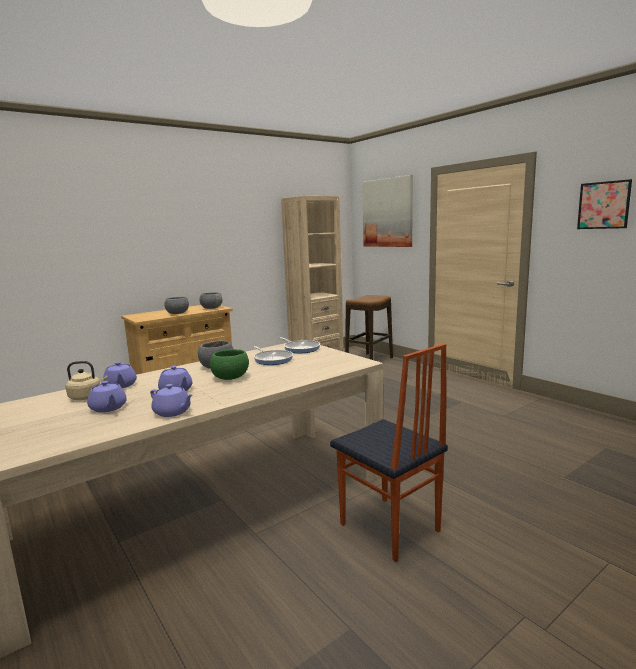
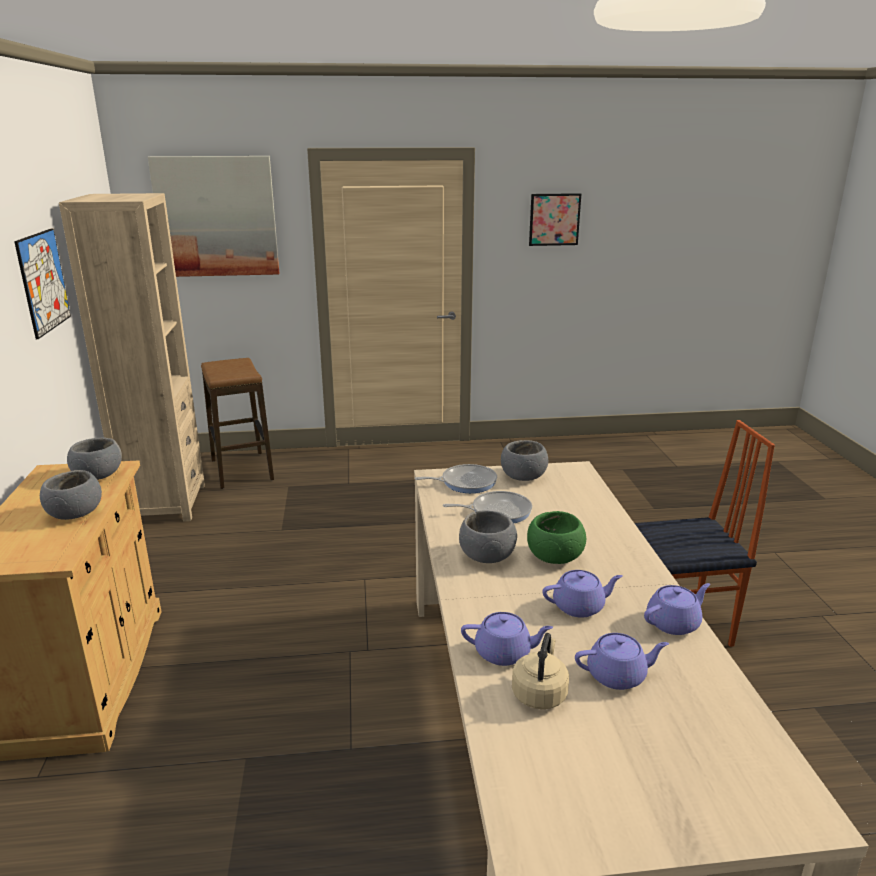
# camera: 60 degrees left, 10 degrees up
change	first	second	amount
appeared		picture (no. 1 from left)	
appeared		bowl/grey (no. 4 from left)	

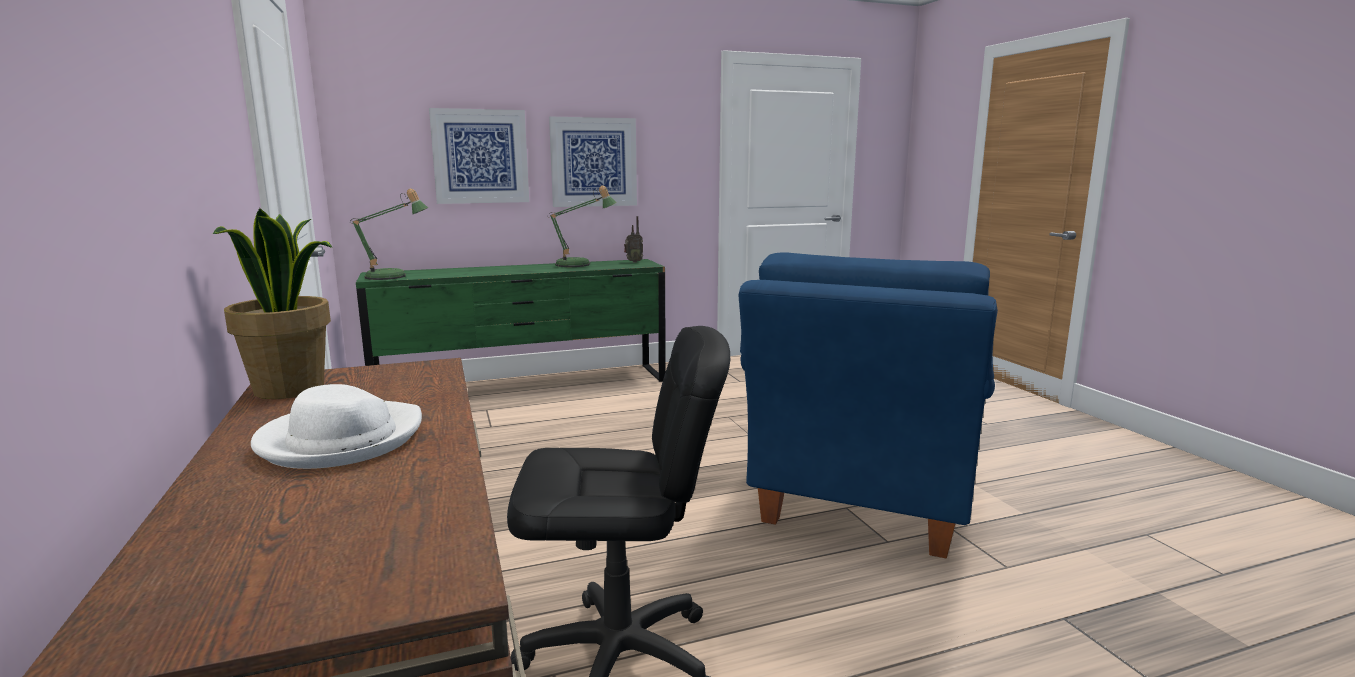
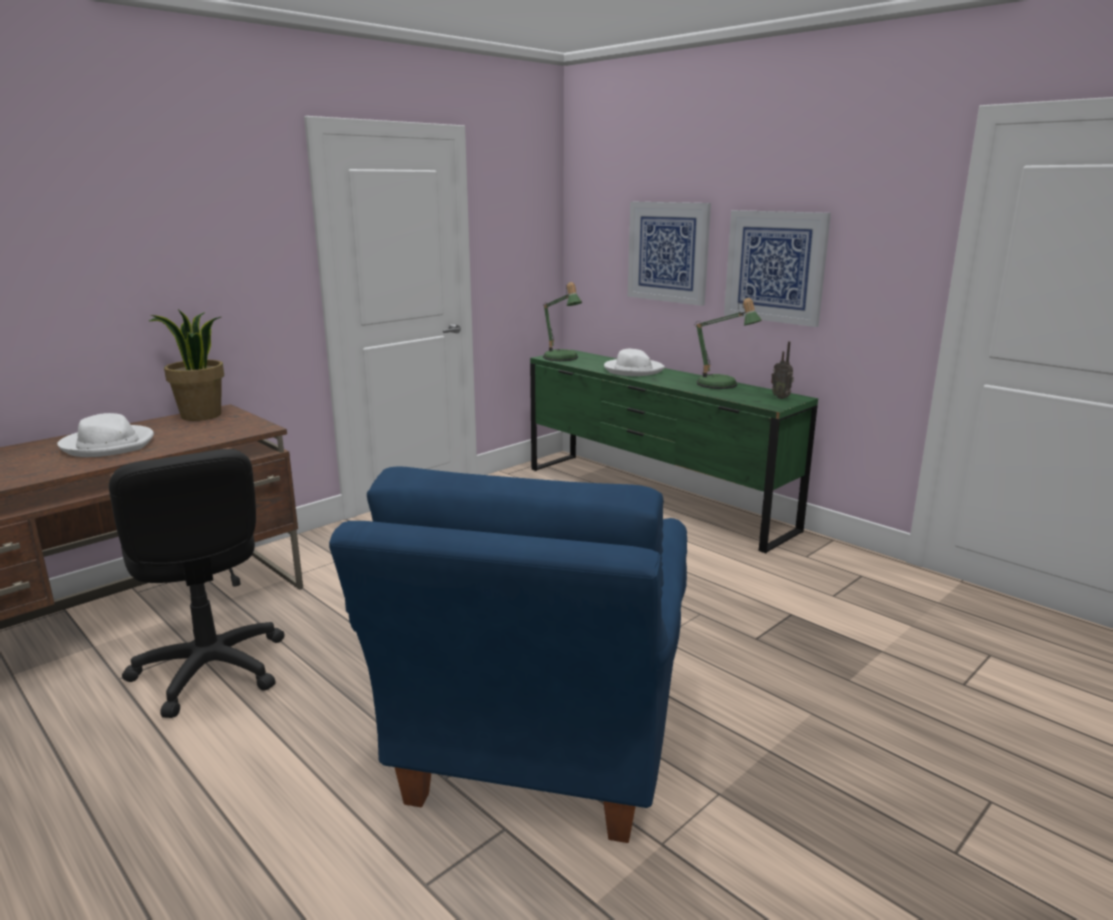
# camera: 65 degrees right, 5 degrees up
change	first	second	amount
spun	armchair/blue		75 degrees counterclockwise
appeared		hat/white (no. 2 from left)	

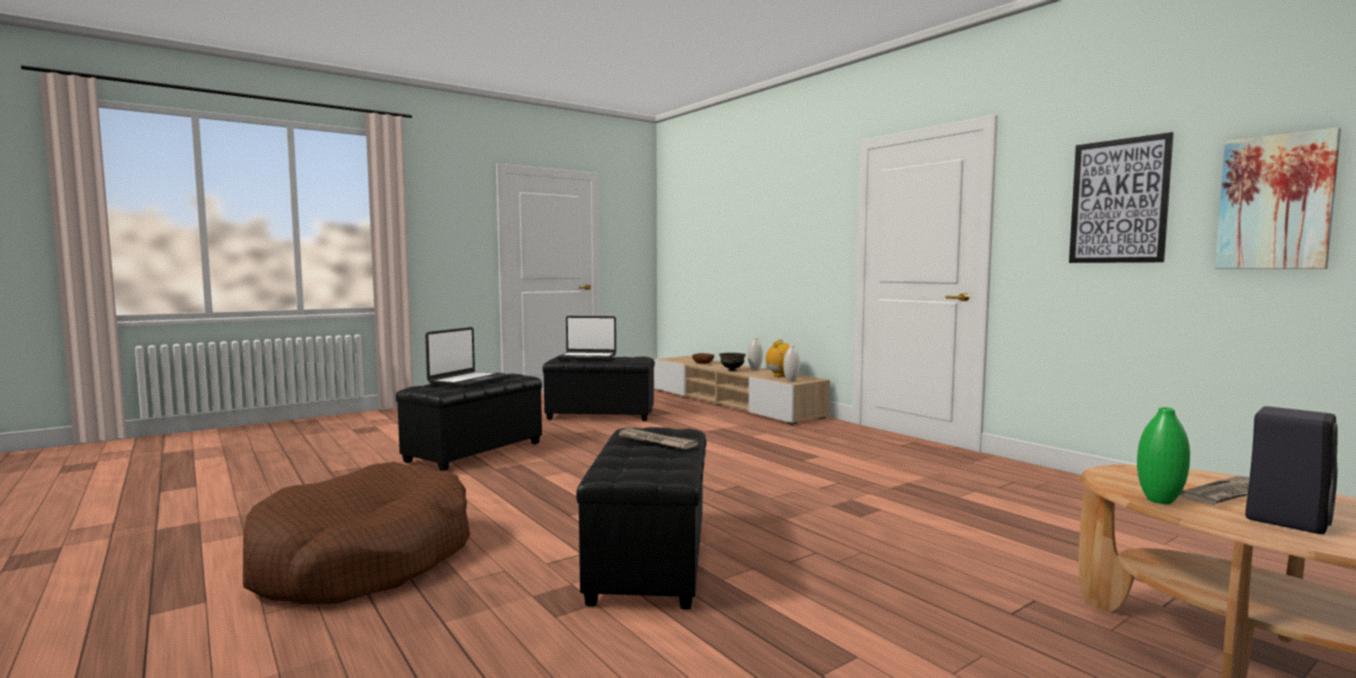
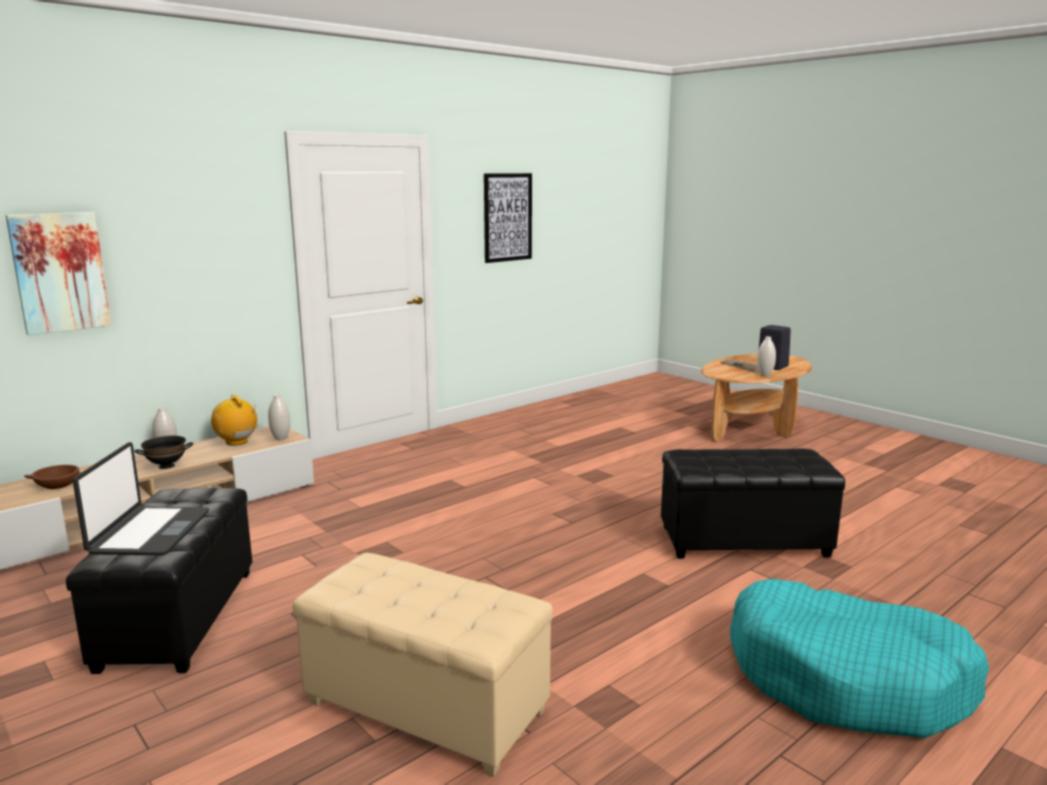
# camera: 95 degrees left, 10 degrees up
change	first	second	amount
relocated	picture (no. 2 from left in the first image)	picture (no. 1 from left)	
colour	ottoman/black (no. 1 from left)	ottoman/beige	
colour	dog bed/brown	dog bed/turquoise	
colour	vase/green	vase/white (no. 3 from left)	
missing	laptop (no. 1 from left)		
missing	newspaper (no. 1 from left)		

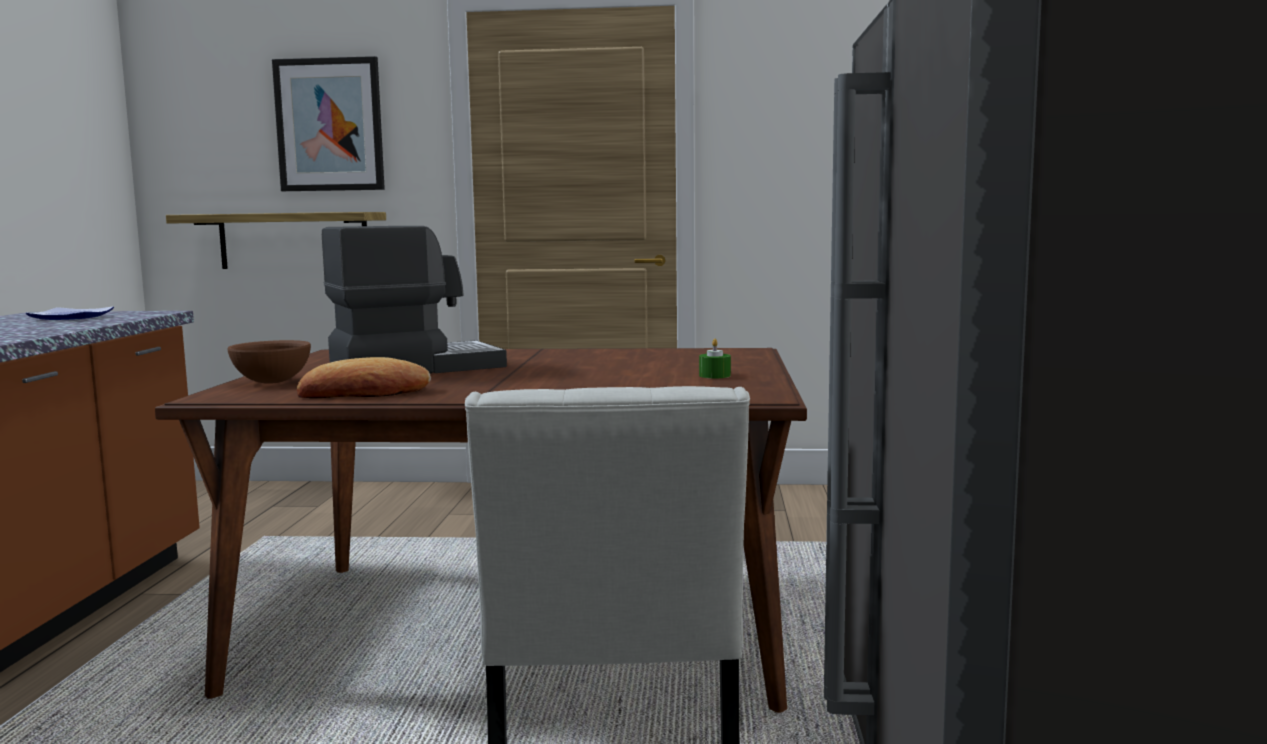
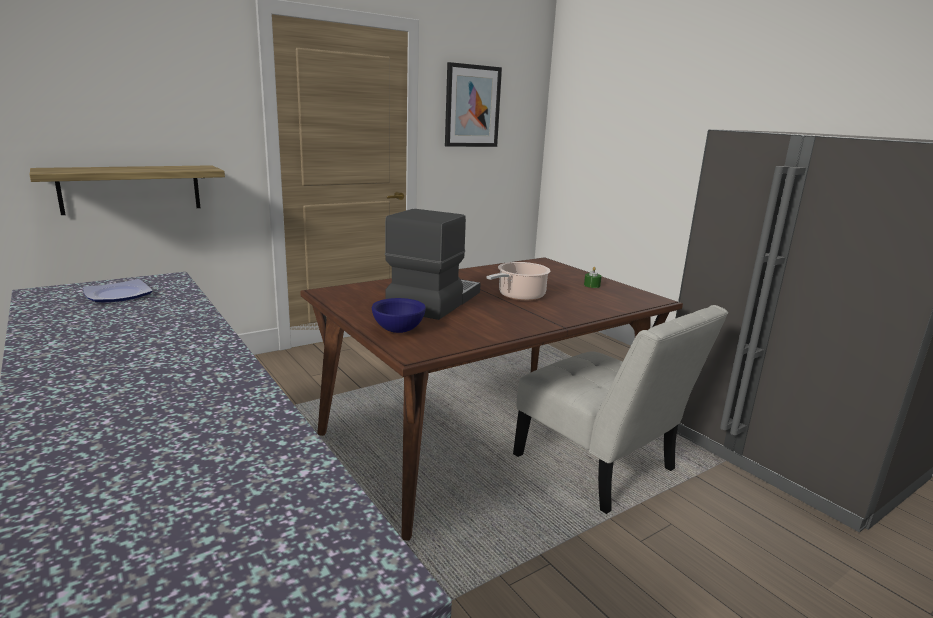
# camera: 40 degrees left, 10 degrees up
change	first	second	amount
colour	bowl/brown	bowl/blue	
relocated	picture		
appeared		cooking pot	
missing	bread		

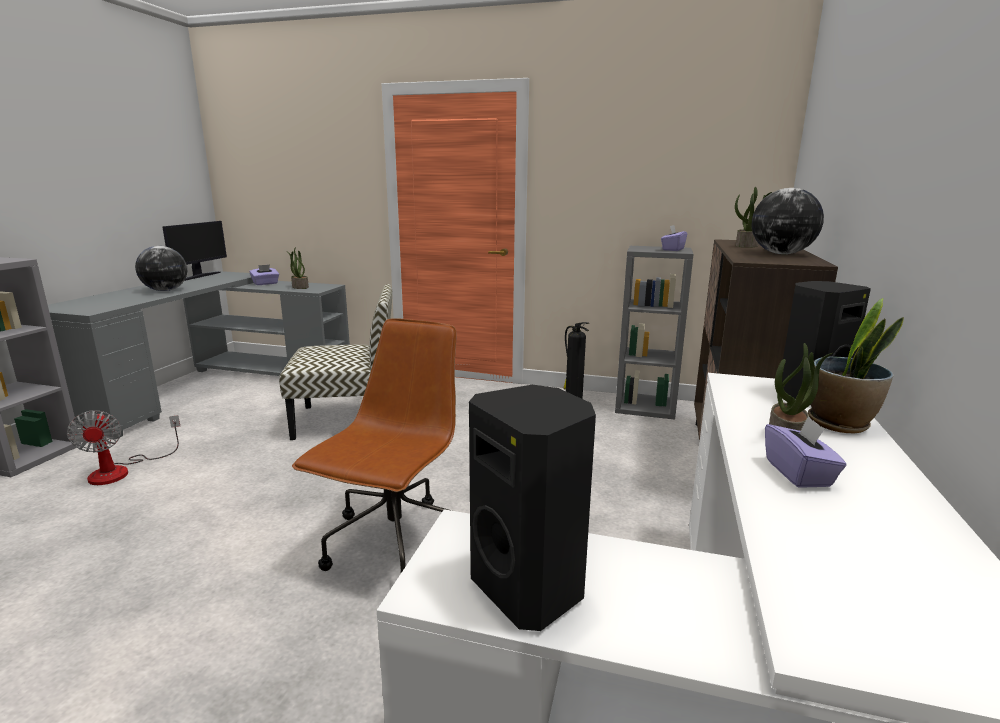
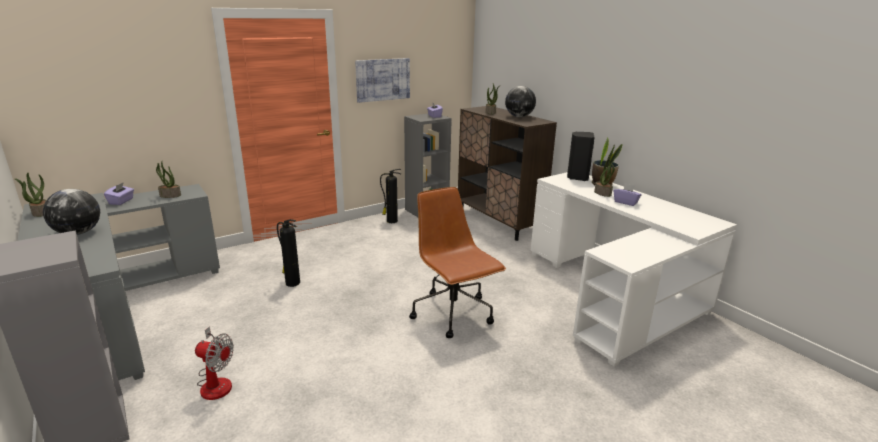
# camera: 50 degrees left, 5 degrees up
change	first	second	amount
exchanged	monitor	potted plant (no. 1 from left)	
exchanged	chair	fire extinguisher (no. 1 from left)	
appeared		picture	
missing	speaker/black (no. 1 from left)		

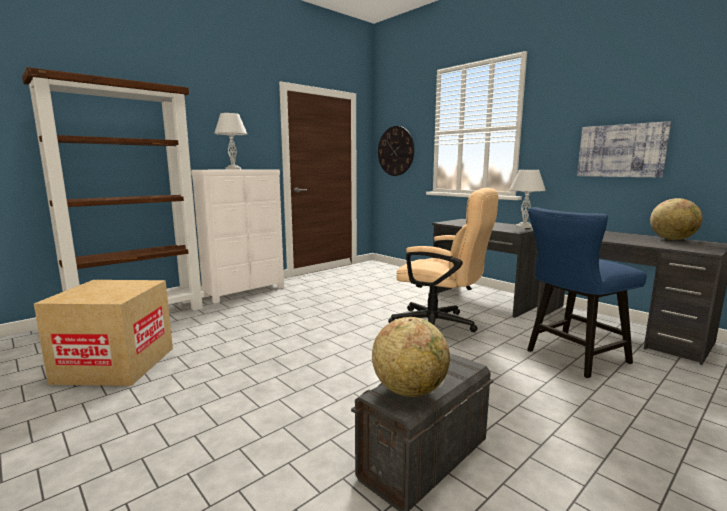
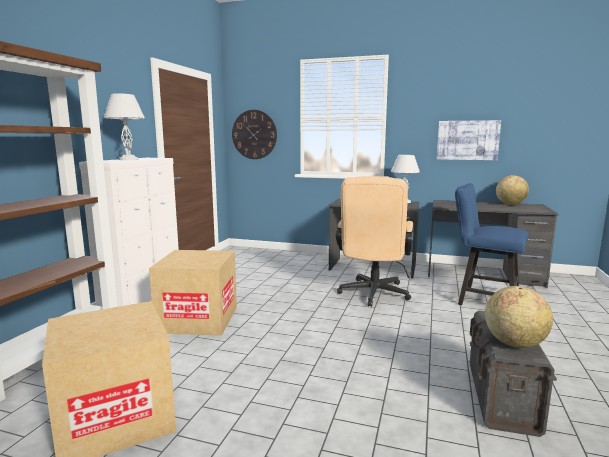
# camera: 30 degrees left, 0 degrees up
change	first	second	amount
appeared		cardboard box (no. 2 from left)	
spun	office chair/beige		105 degrees clockwise
spun	chair/blue		90 degrees clockwise

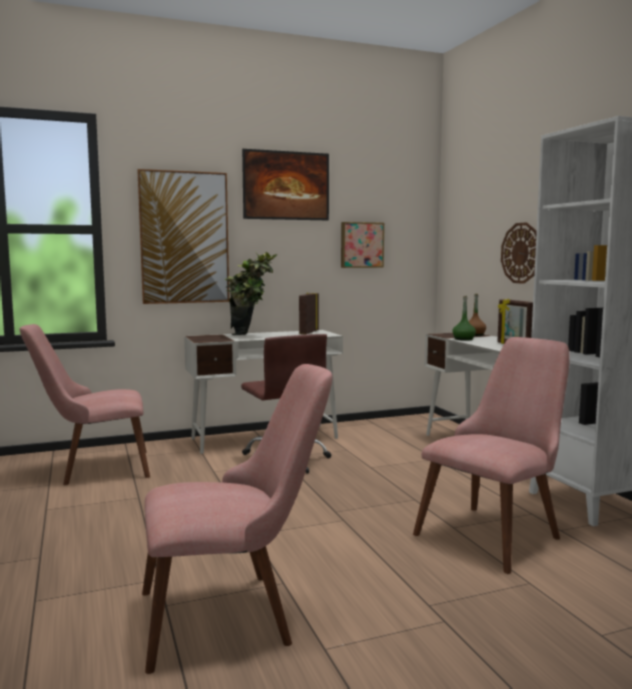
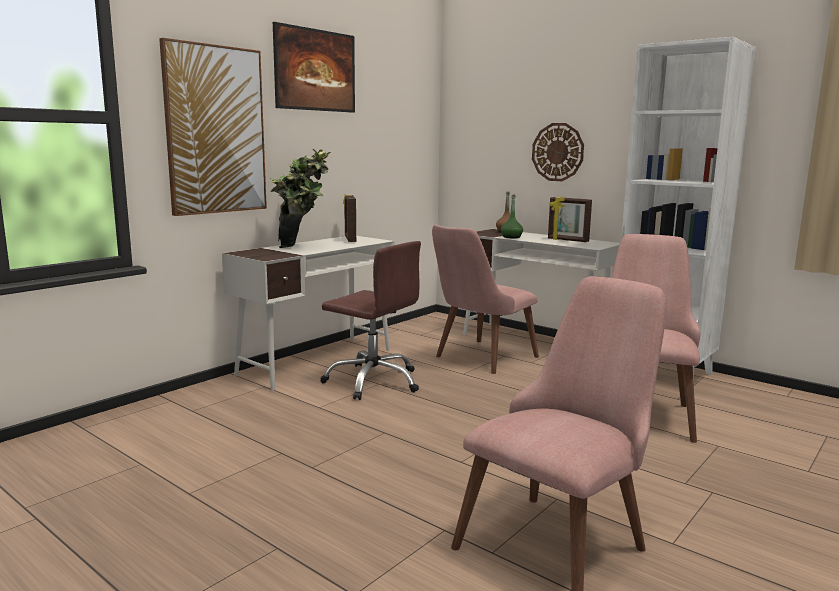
# camera: 30 degrees left, 5 degrees up
change	first	second	amount
relocated	chair/pink (no. 1 from left)		
missing	picture (no. 3 from left)		

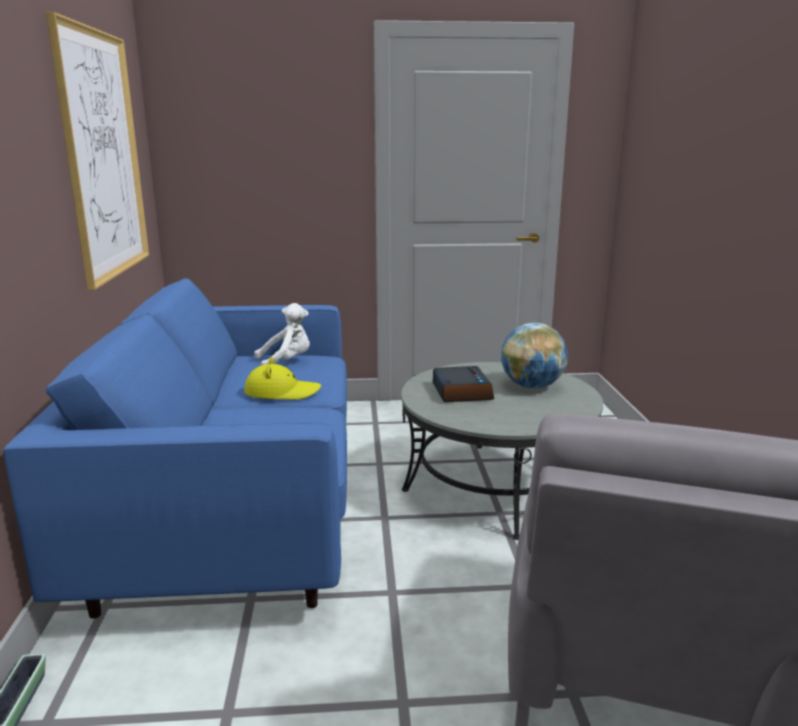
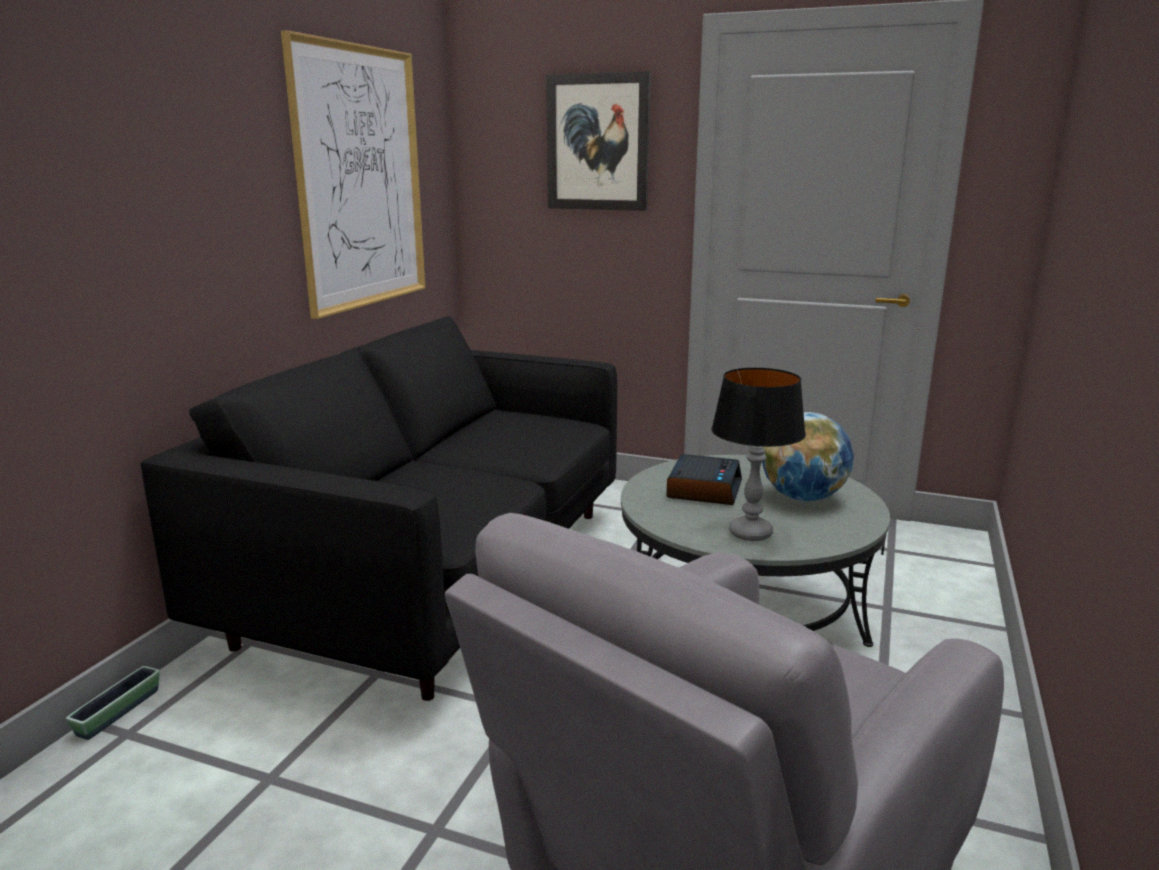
# camera: 25 degrees right, 0 degrees up
change	first	second	amount
colour	sofa/blue	sofa/black	
appeared		picture (no. 2 from left)	
appeared		table lamp	
missing	hat/yellow		
missing	plush toy/white		

